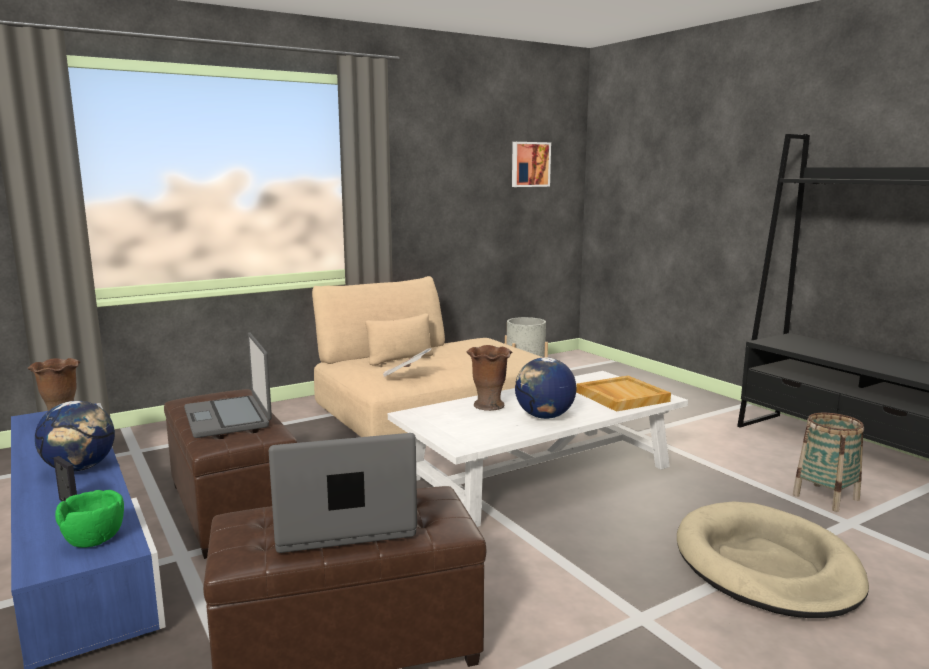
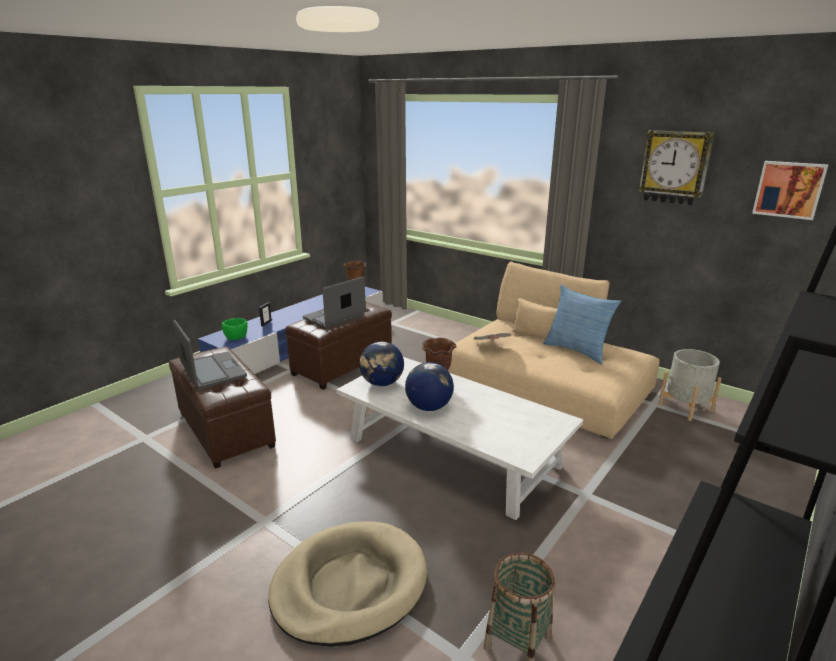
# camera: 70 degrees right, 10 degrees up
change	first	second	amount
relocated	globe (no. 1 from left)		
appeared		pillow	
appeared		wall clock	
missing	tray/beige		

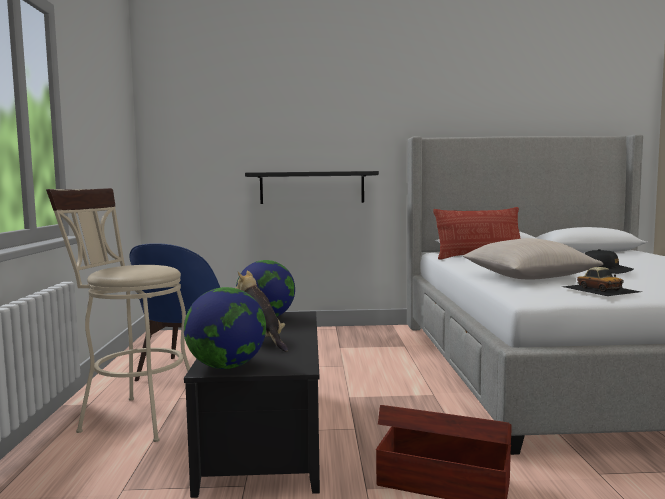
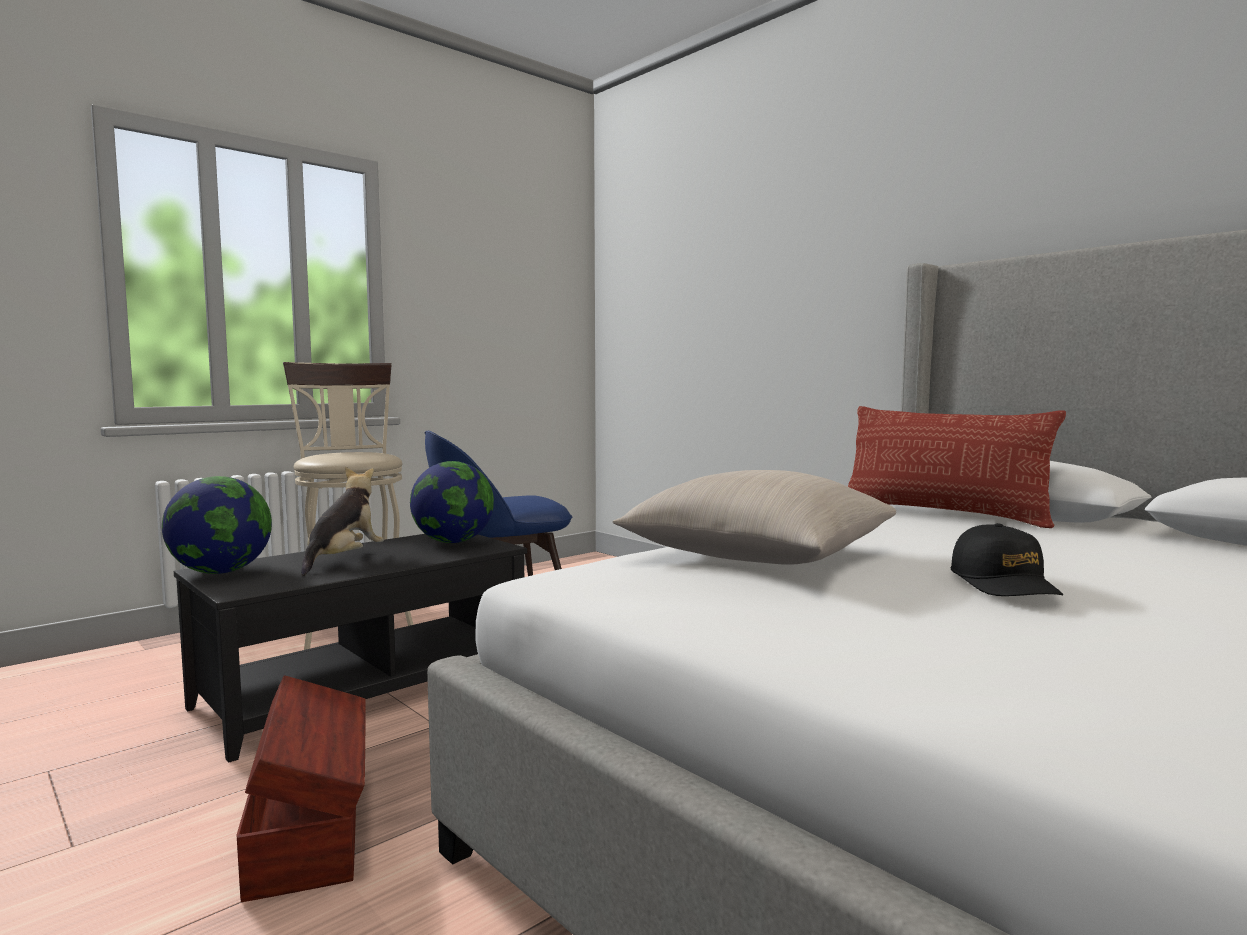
# camera: 50 degrees right, 0 degrees up
change	first	second	amount
missing	shelf/black		
missing	toy car		

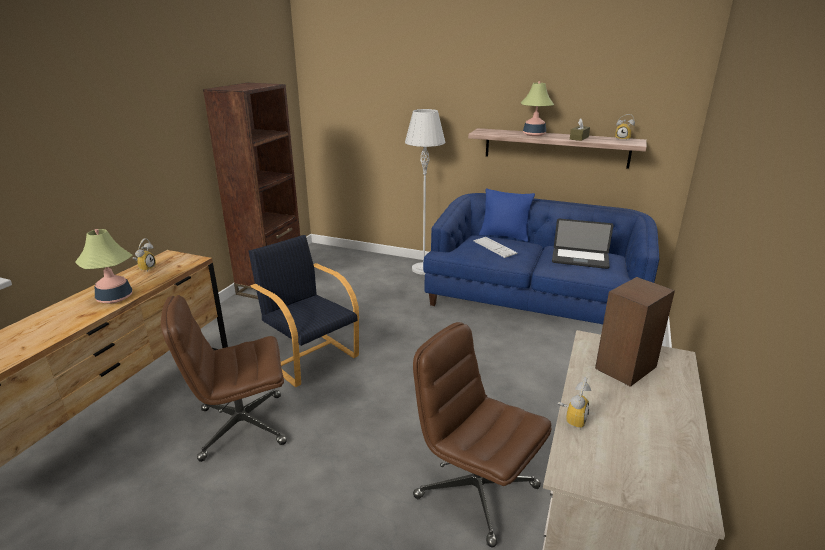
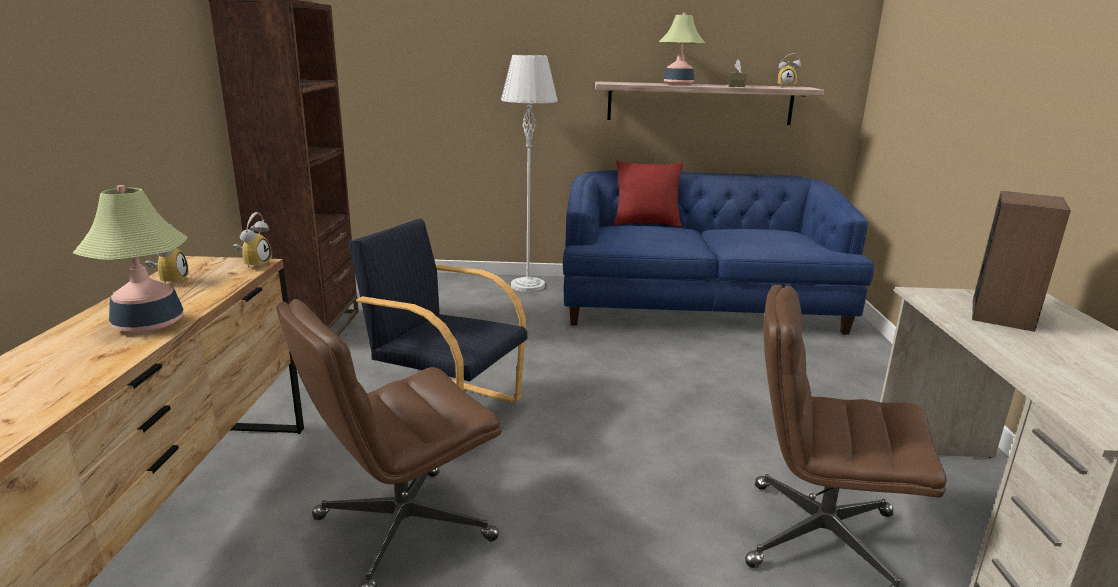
# camera: 20 degrees left, 5 degrees down
change	first	second	amount
relocated	alarm clock (no. 2 from left)		
colour	pillow/blue	pillow/red	
missing	keyboard		
missing	laptop		

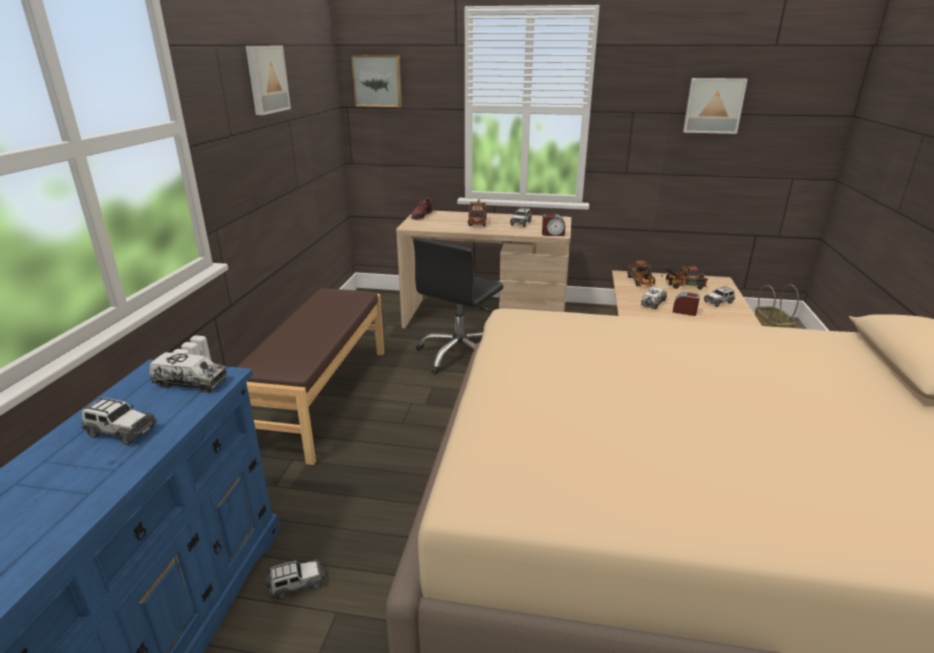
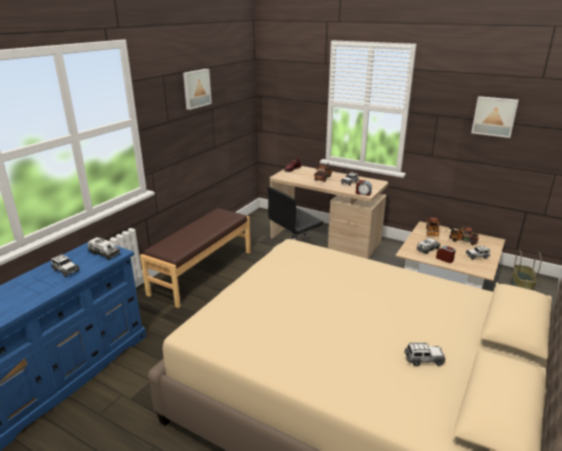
# camera: 20 degrees right, 0 degrees up
change	first	second	amount
relocated	toy car (no. 2 from left in the first image)	toy car (no. 3 from left)	
missing	picture (no. 2 from left)		

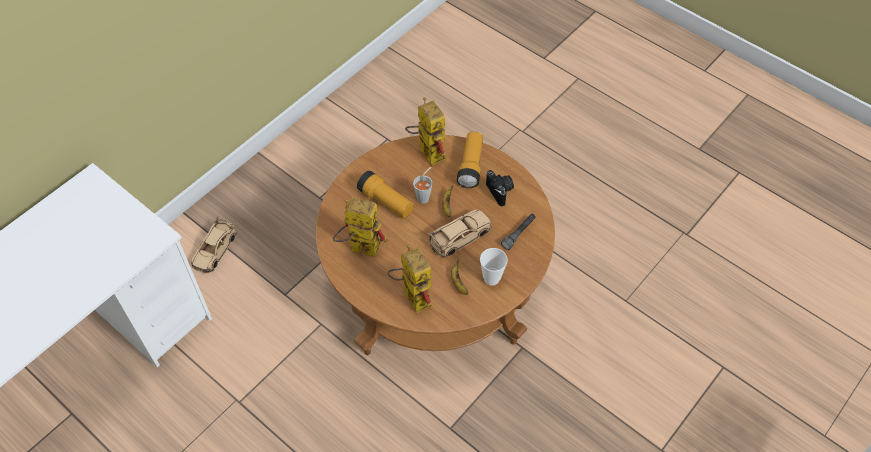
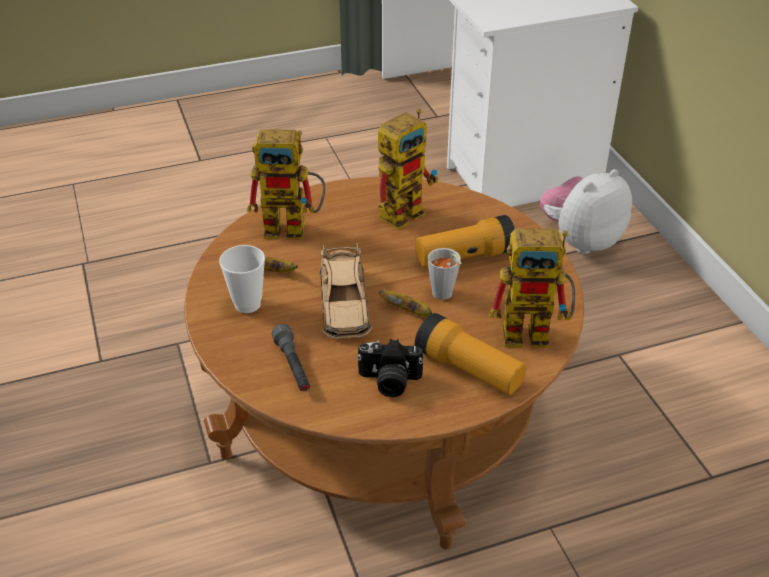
# camera: 120 degrees right, 15 degrees down
change	first	second	amount
exchanged	toy car/beige (no. 1 from left)	plush toy	

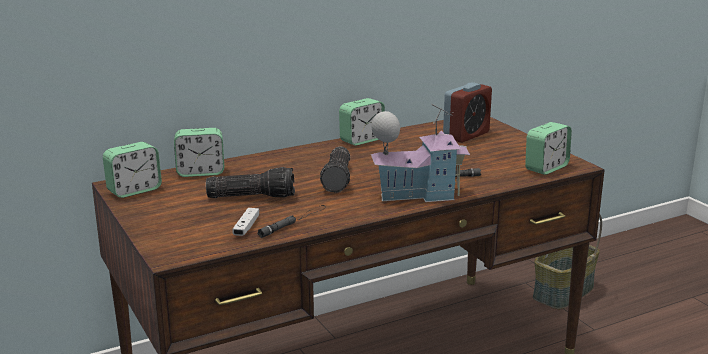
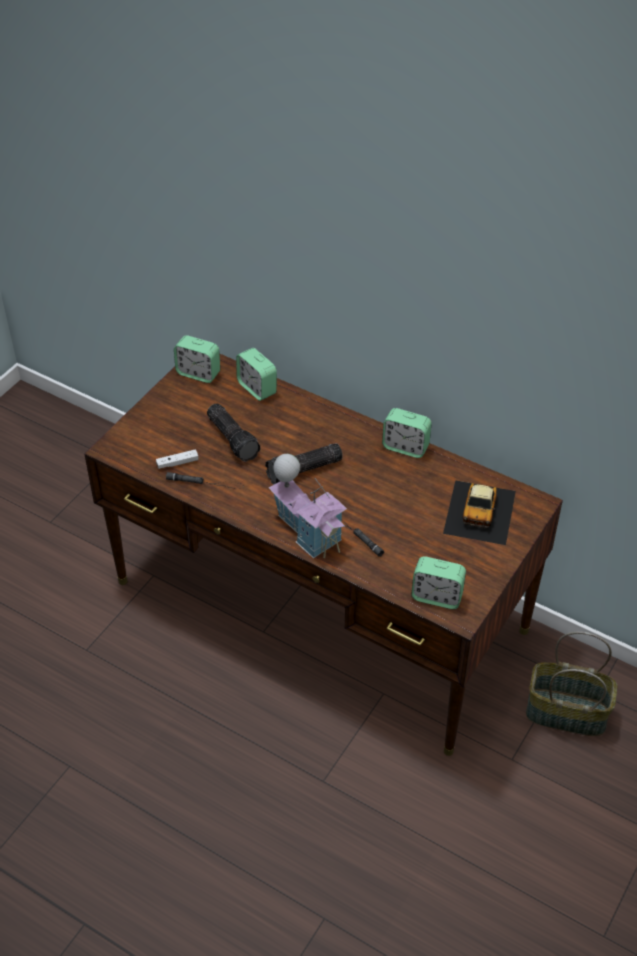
# camera: 60 degrees right, 25 degrees up
change	first	second	amount
exchanged	alarm clock (no. 4 from left)	toy car	

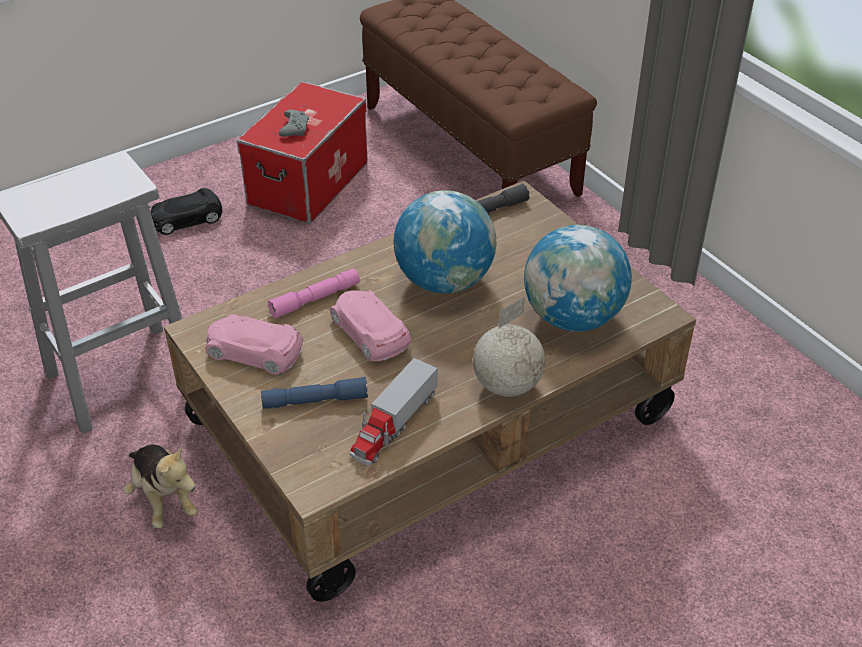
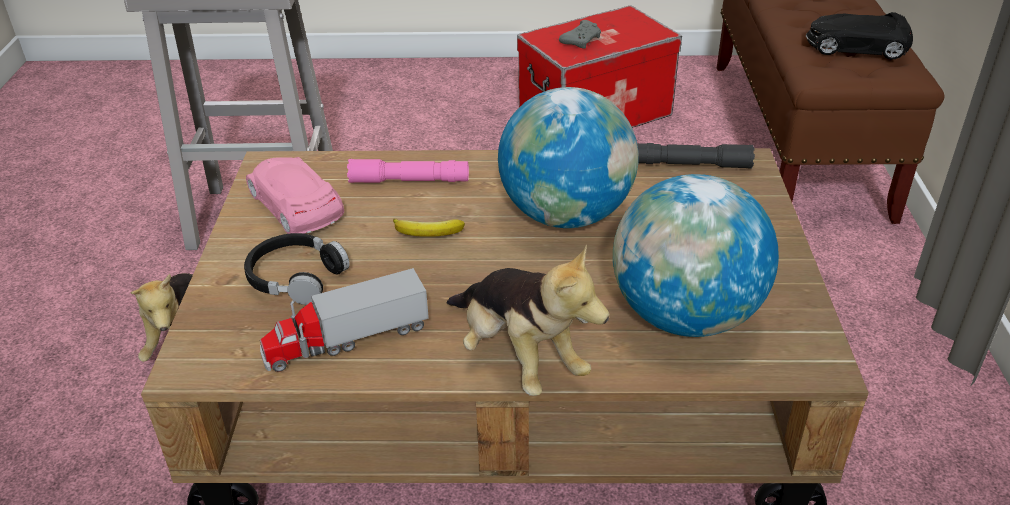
# camera: 35 degrees right, 5 degrees down
change	first	second	amount
exchanged	flashlight/blue	headphones/black	
exchanged	toy car/pink (no. 2 from left)	banana	
exchanged	globe (no. 2 from left)	plush toy (no. 2 from left)	
relocated	toy car/black		

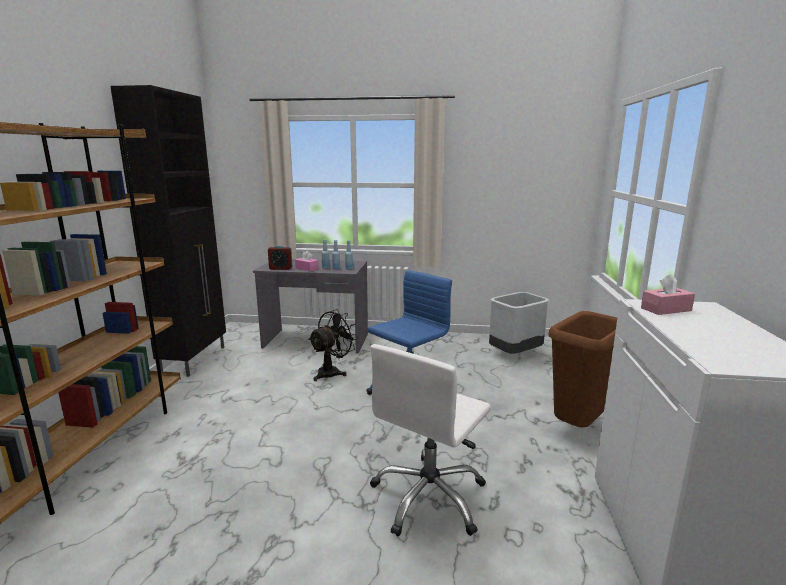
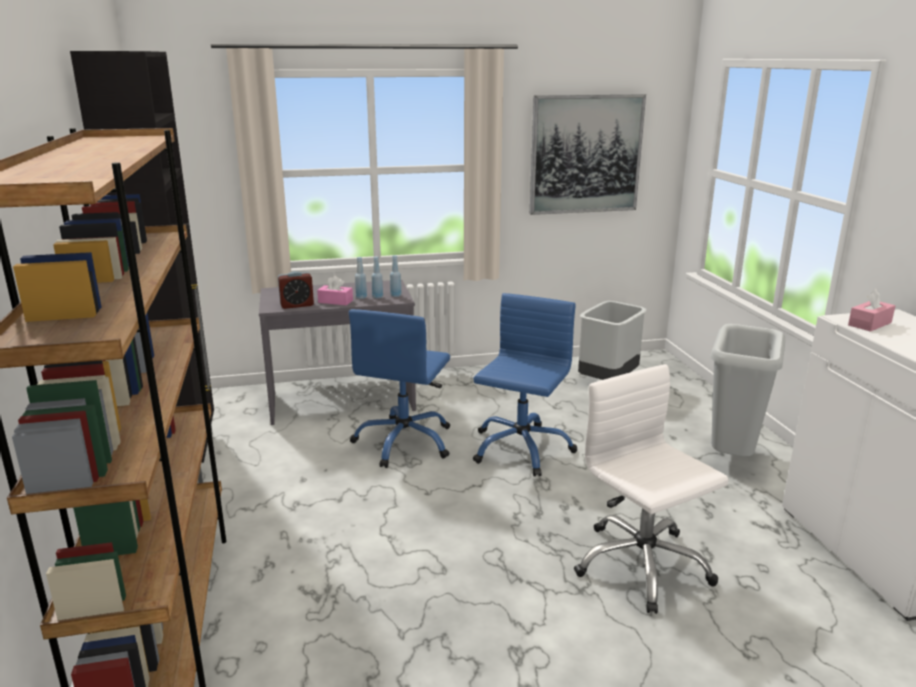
# camera: 20 degrees left, 5 degrees up
change	first	second	amount
exchanged	fan/black	office chair/blue (no. 1 from left)	
appeared		picture	
spun	office chair/white		135 degrees clockwise
colour	trash can/brown	trash can/grey (no. 2 from left)	

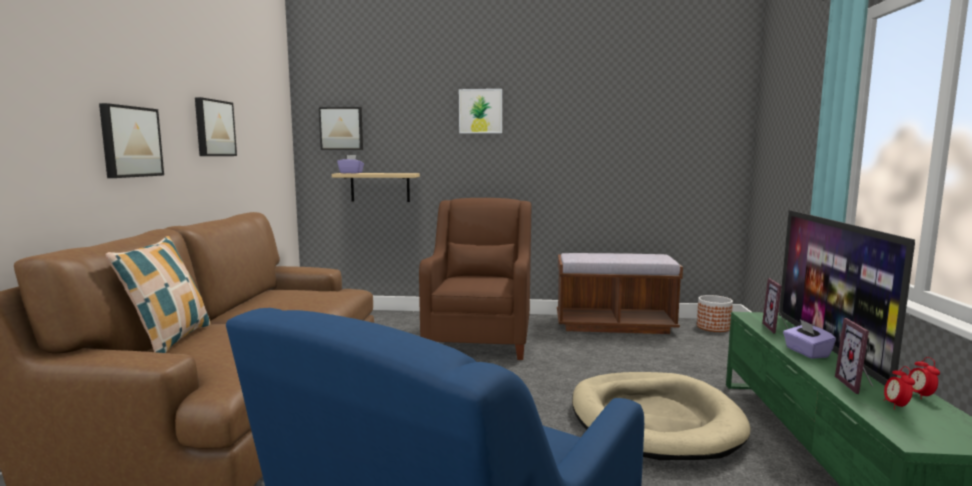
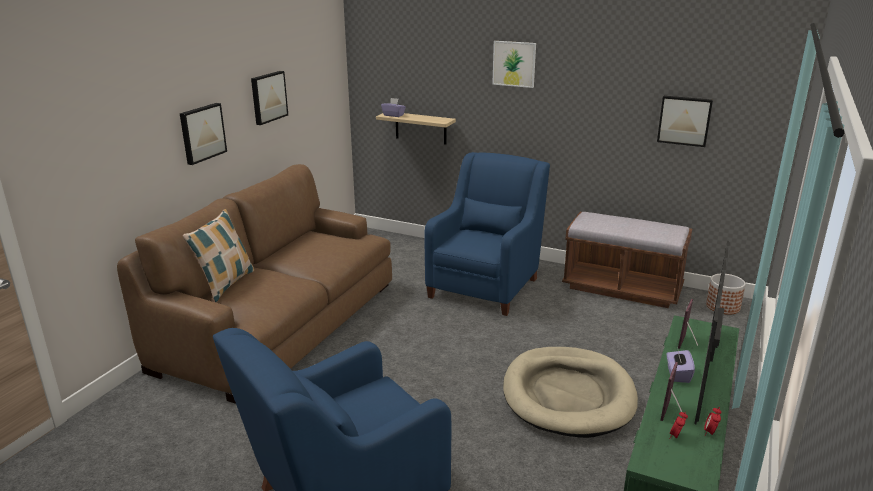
# camera: 20 degrees right, 15 degrees up
change	first	second	amount
colour	armchair/brown	armchair/blue (no. 2 from left)	
relocated	picture (no. 3 from left in the first image)	picture (no. 4 from left)	

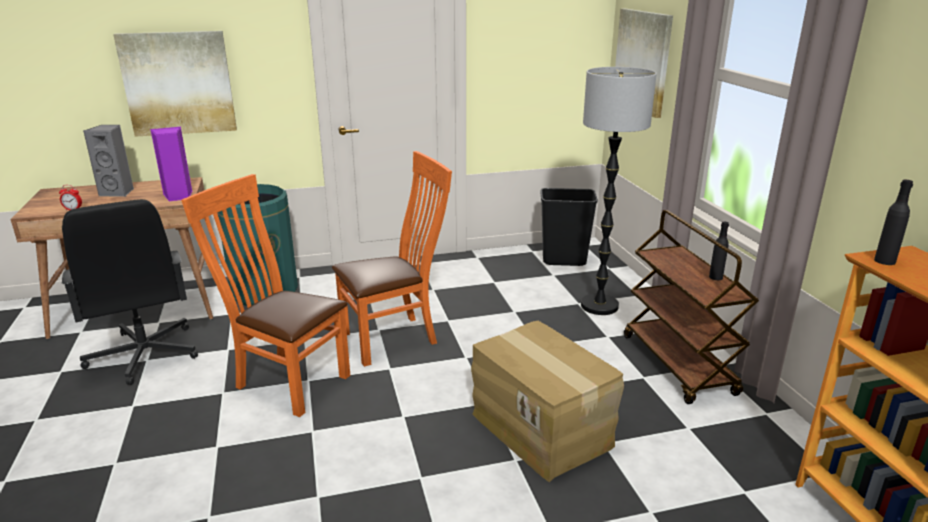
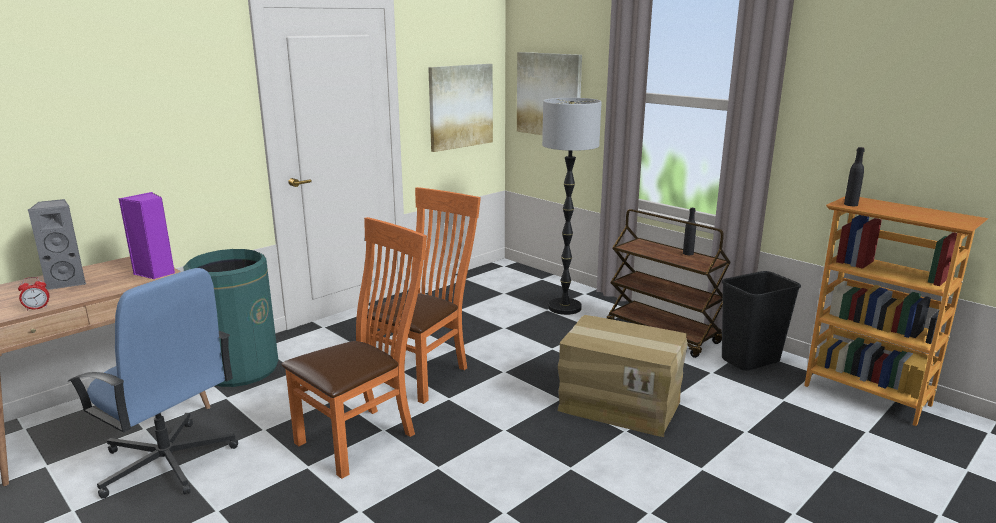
# camera: 30 degrees left, 5 degrees down
change	first	second	amount
colour	office chair/black	office chair/blue	
spun	chair/orange (no. 1 from left)		135 degrees clockwise
relocated	picture (no. 1 from left)		
relocated	trash can/black		

